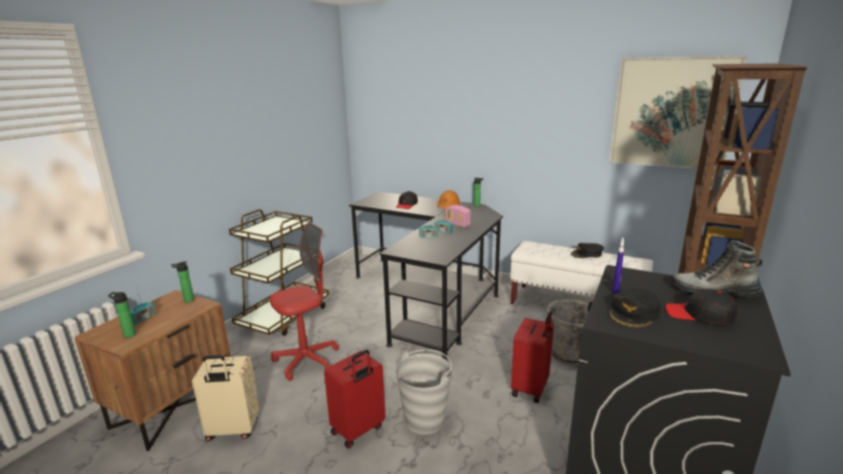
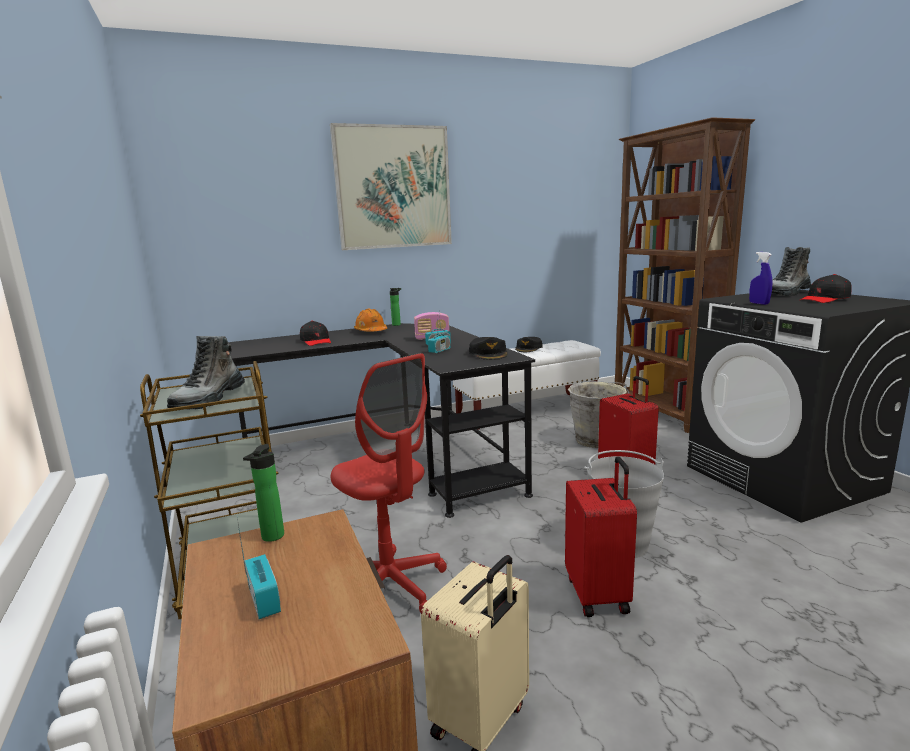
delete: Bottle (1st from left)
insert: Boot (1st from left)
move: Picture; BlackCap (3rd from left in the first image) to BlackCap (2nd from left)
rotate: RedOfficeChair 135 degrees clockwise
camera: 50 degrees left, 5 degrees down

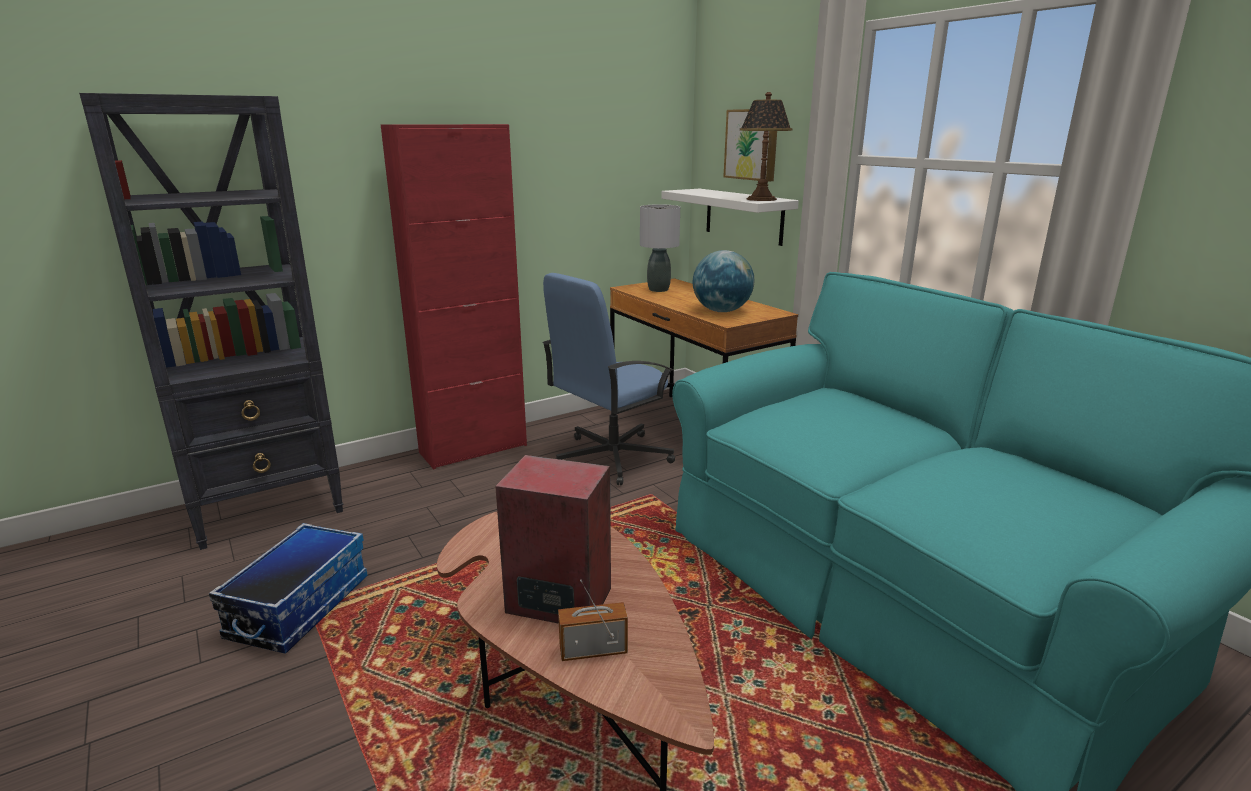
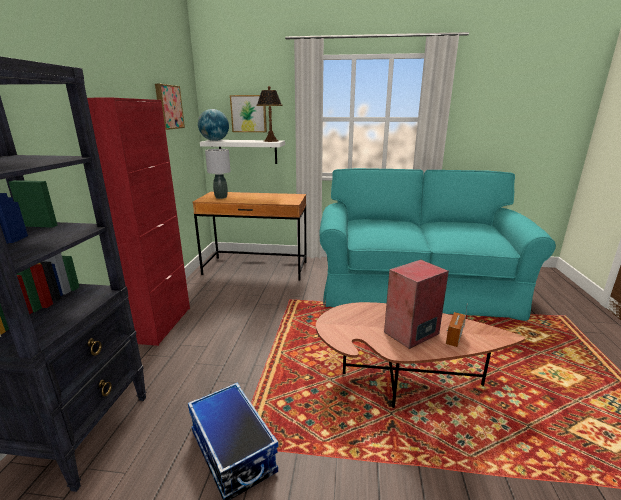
delete: BlueOfficeChair
insert: Picture (1st from left)
move: Globe
camera: 50 degrees left, 0 degrees up

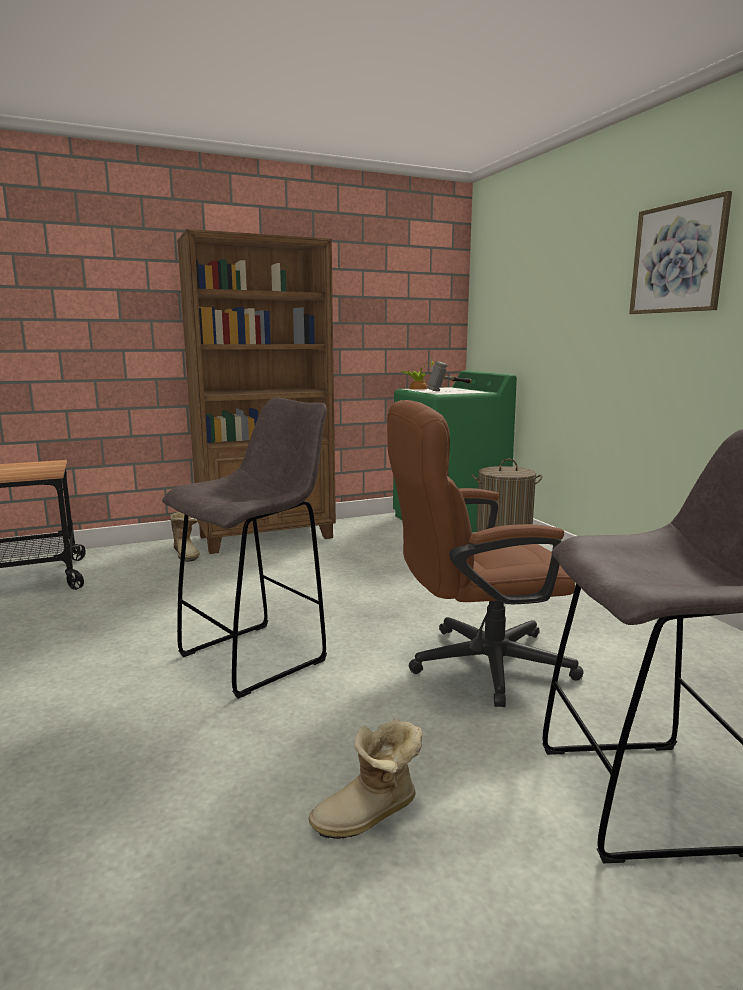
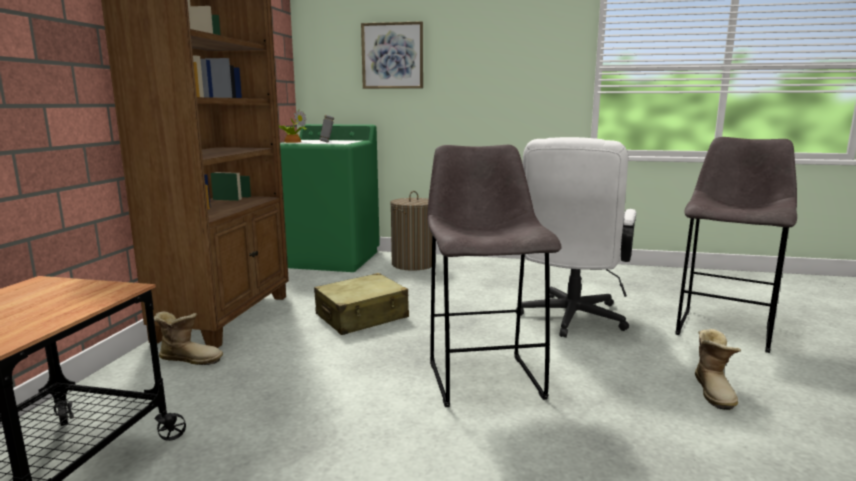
insert: BeigeSuitcase
move: Picture
recolor: BrownOfficeChair to WhiteOfficeChair
camera: 55 degrees left, 0 degrees up

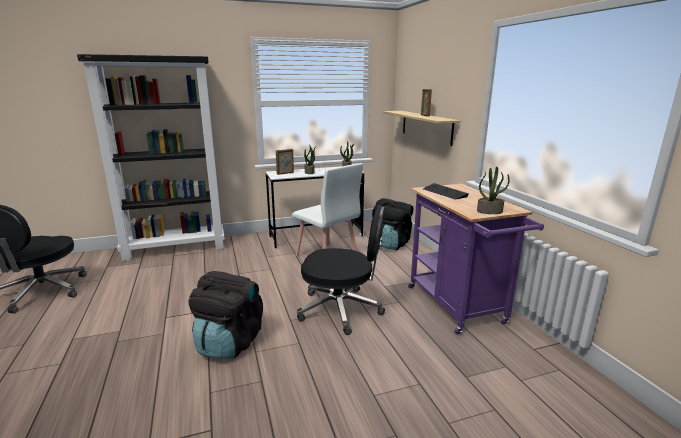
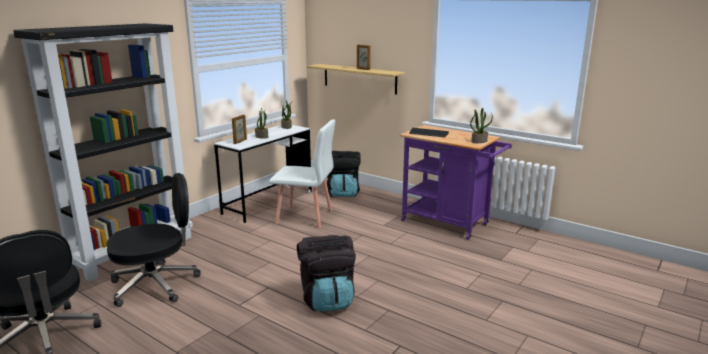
move: BlackOfficeChair (2nd from left)
camera: 35 degrees left, 0 degrees up

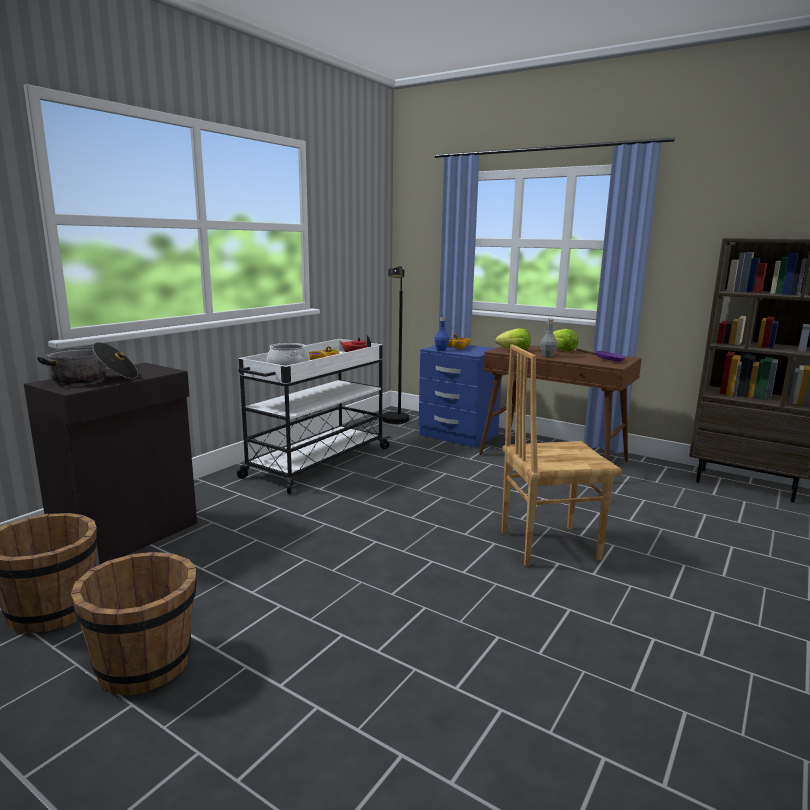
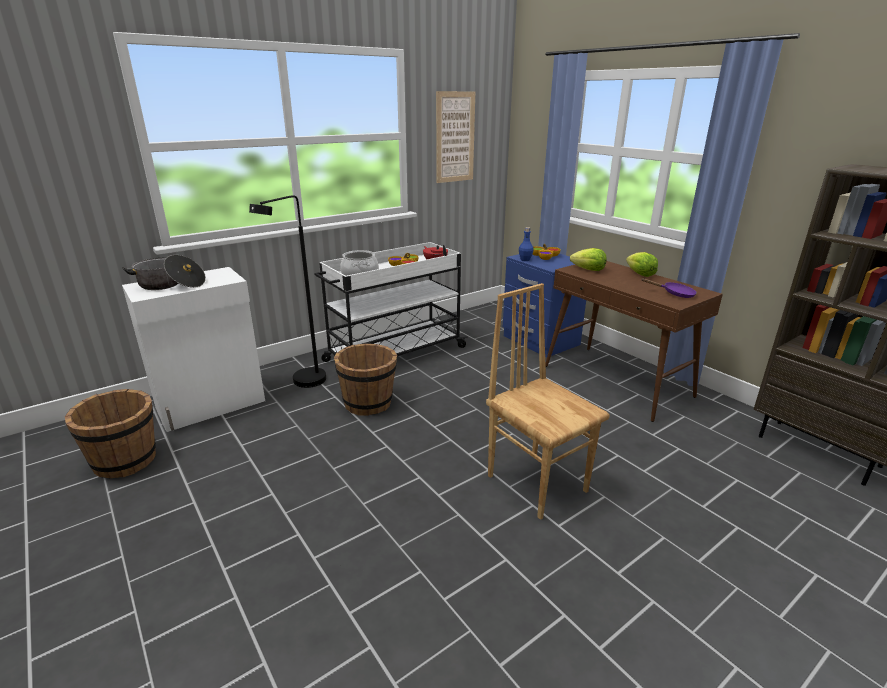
delete: GreyBottle
insert: Picture
move: BlackFloorLamp; BrownBucket (2nd from left)
recolor: BlackCabinet to WhiteCabinet
rotate: BrownChair 45 degrees clockwise
camera: 20 degrees right, 10 degrees up

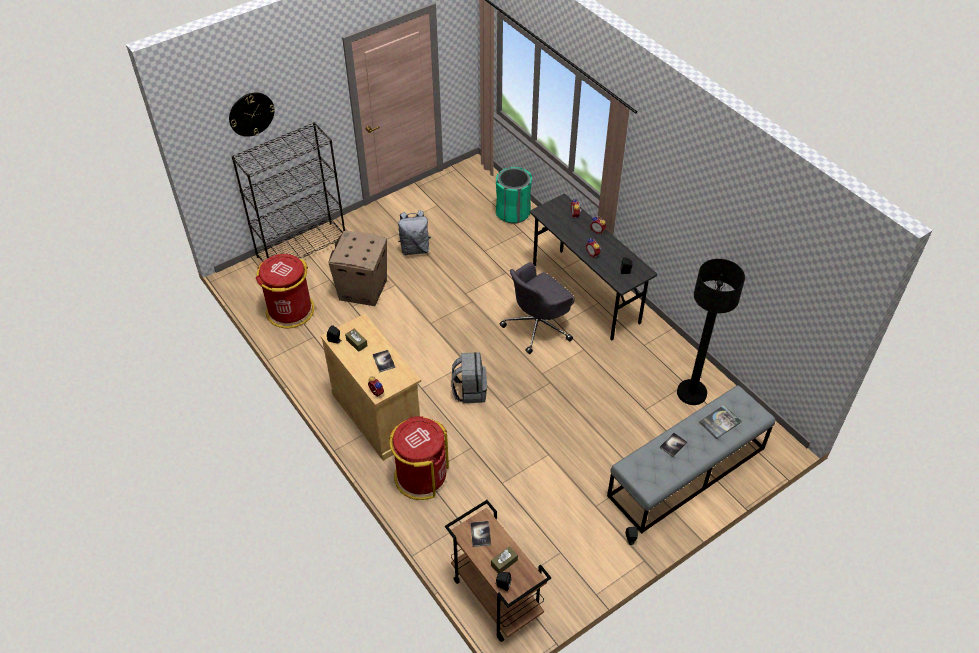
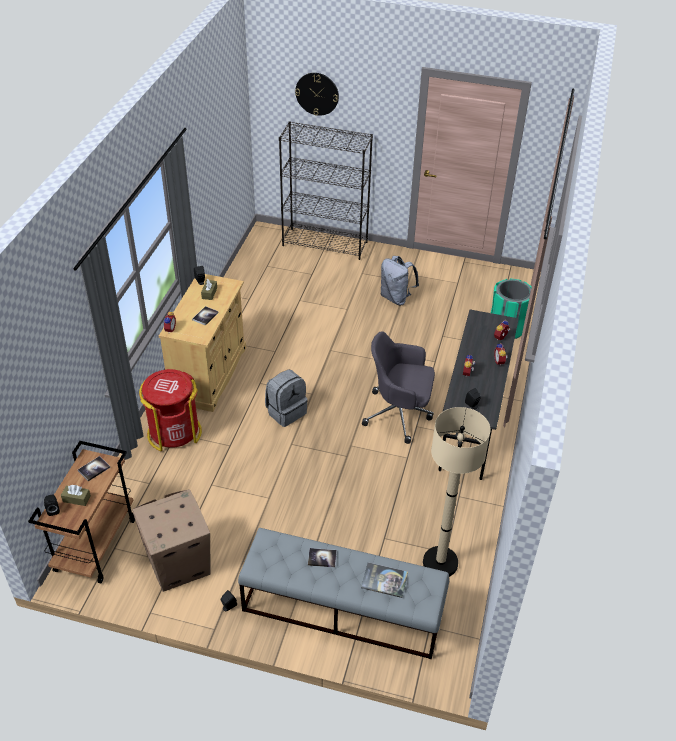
delete: RedTrashCan (1st from left)
move: CardboardBox
recolor: BlackFloorLamp to BeigeFloorLamp
camera: 50 degrees right, 5 degrees down

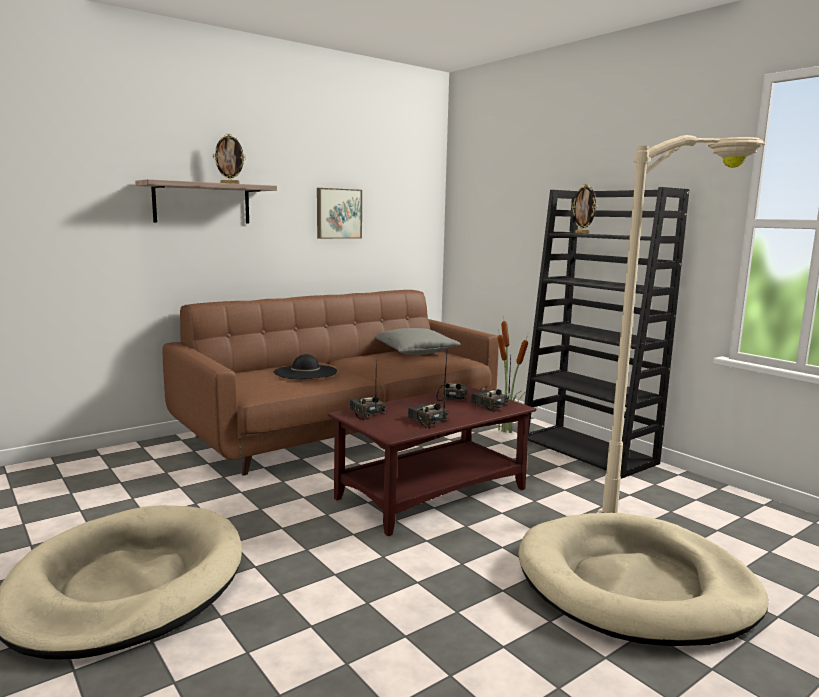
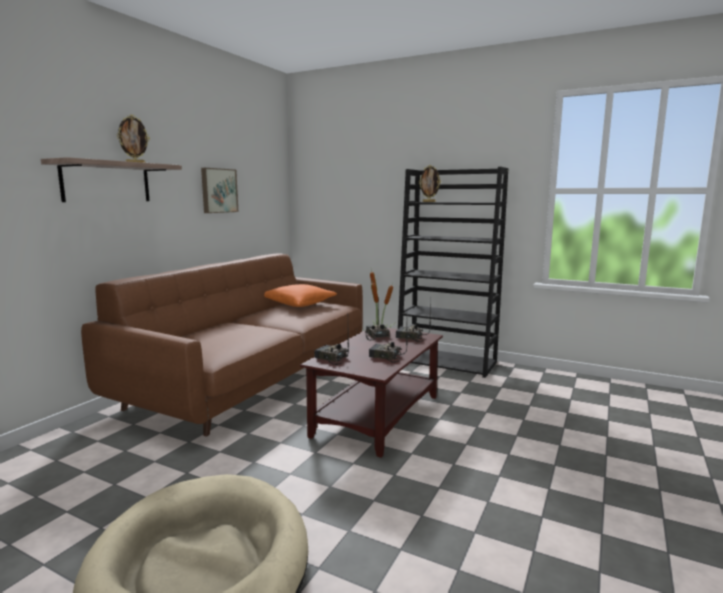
delete: BlackHat; BeigeDogBed (2nd from left); BeigeFloorLamp
recolor: GreyPillow to OrangePillow
camera: 25 degrees left, 0 degrees up

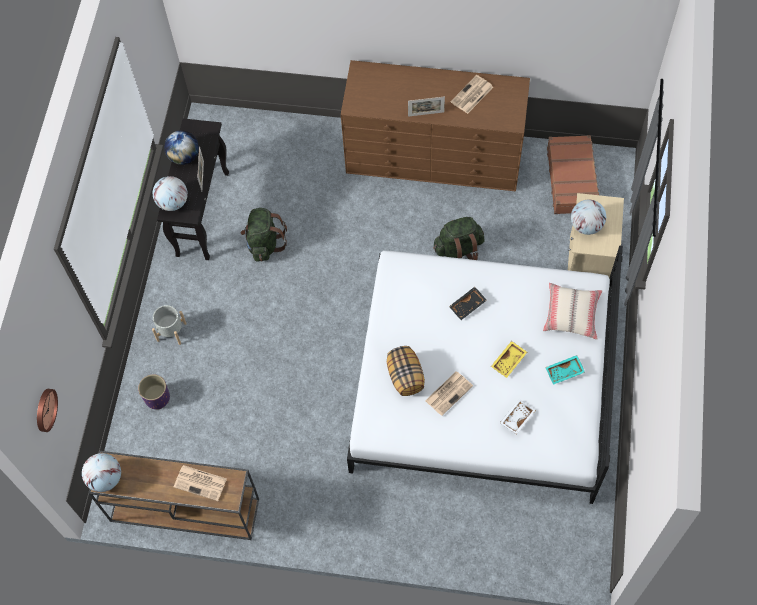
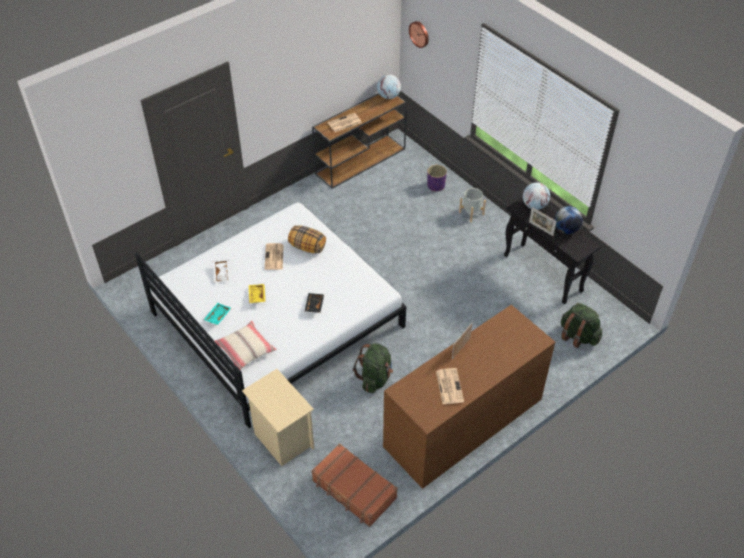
delete: Globe (4th from left)
move: GreenBackpack (1st from left in the first image) to GreenBackpack (2nd from left)
camera: 130 degrees right, 15 degrees down

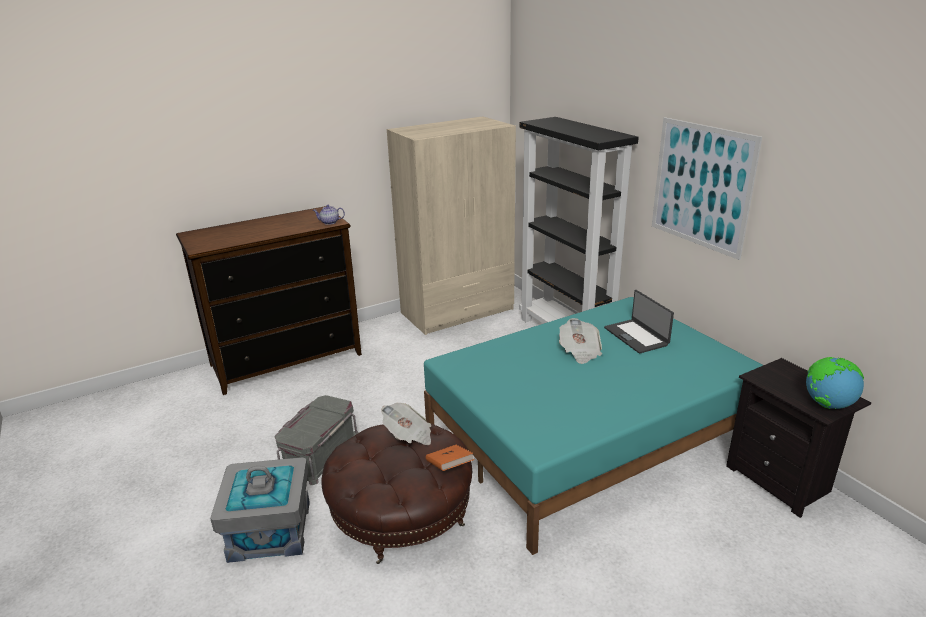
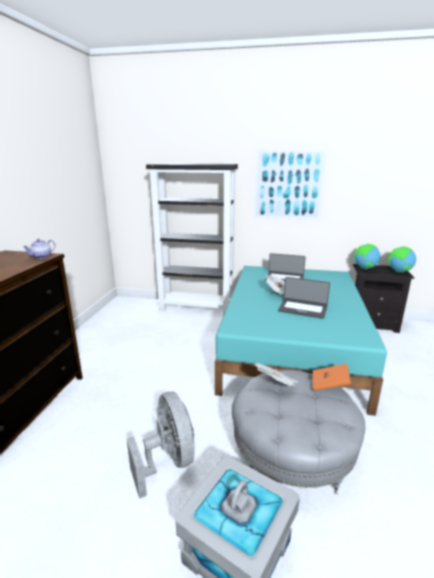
delete: BeigeWardrobe
insert: Laptop (2nd from left); Globe (1st from left)
replace: GreyStorageBox (2nd from left) to GreyFan
recolor: BrownOttoman to GreyOttoman
camera: 50 degrees left, 5 degrees down

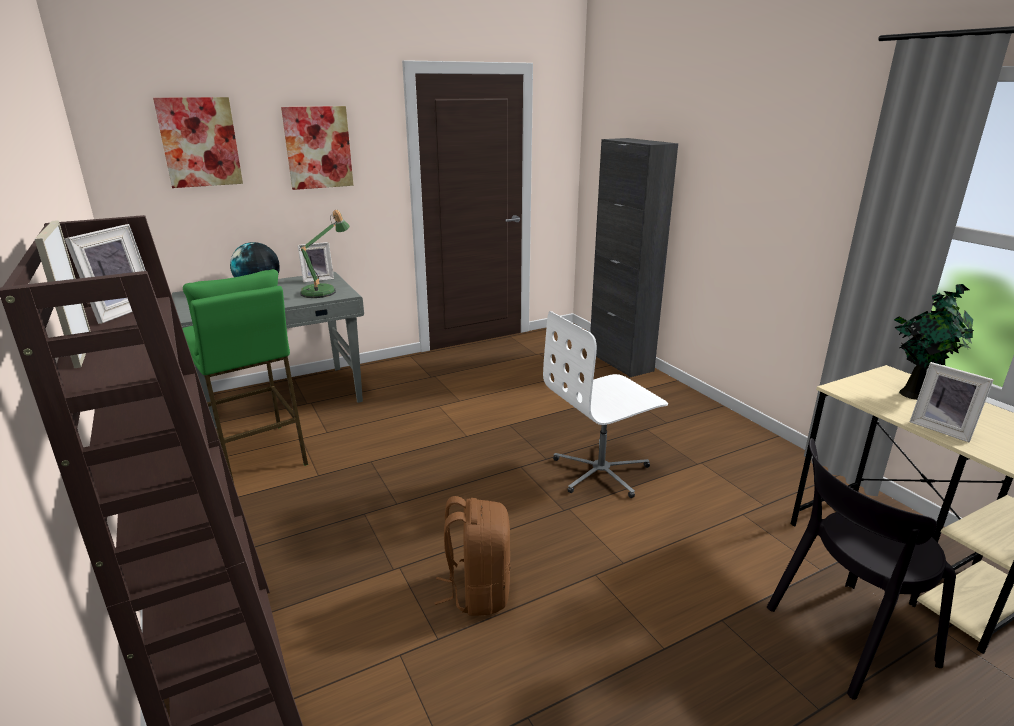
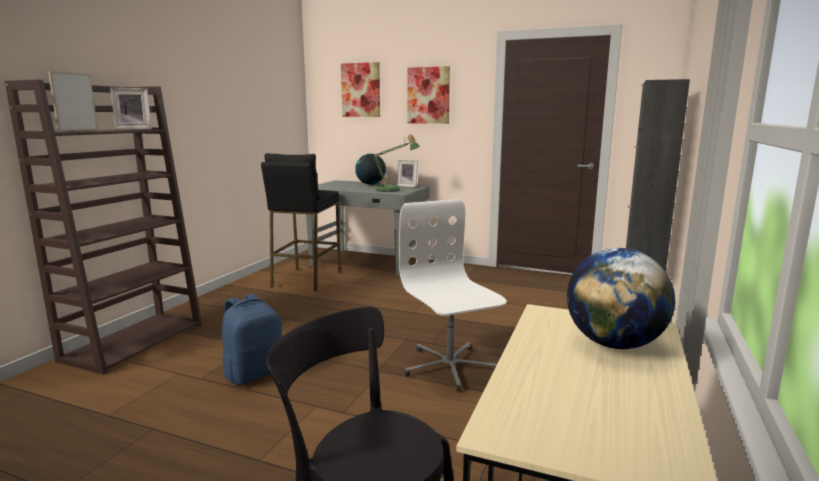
delete: PictureFrame (4th from left)
replace: PottedPlant to Globe (2nd from left)
recolor: BrownBackpack to BlueBackpack; GreenStool to BlackStool
rotate: WhiteOfficeChair 45 degrees clockwise
camera: 50 degrees right, 10 degrees down

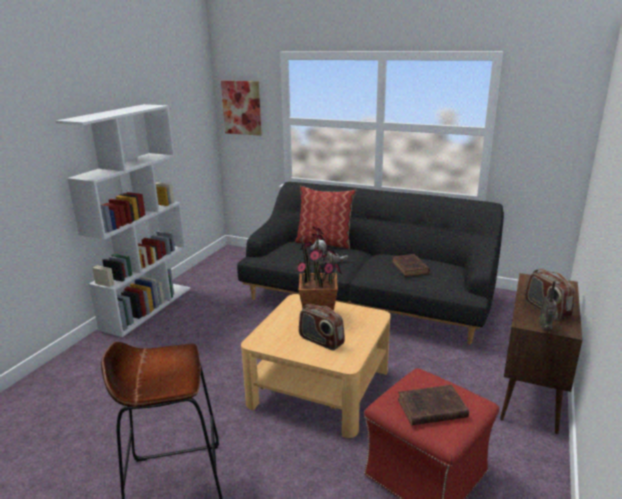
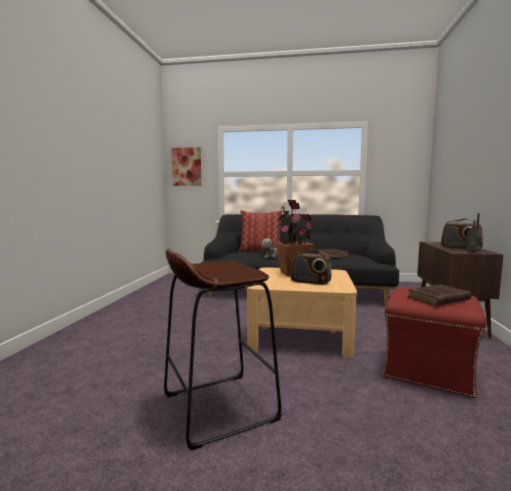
delete: WhiteBookcase
camera: 15 degrees left, 15 degrees down

